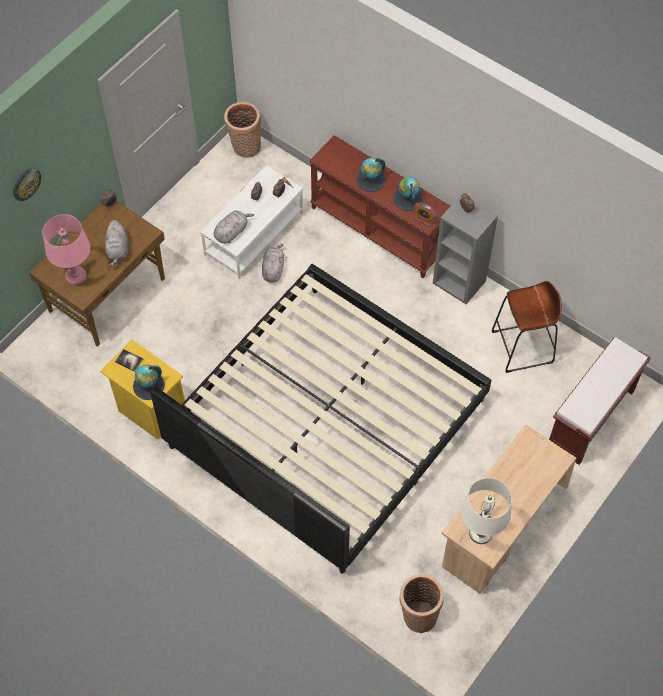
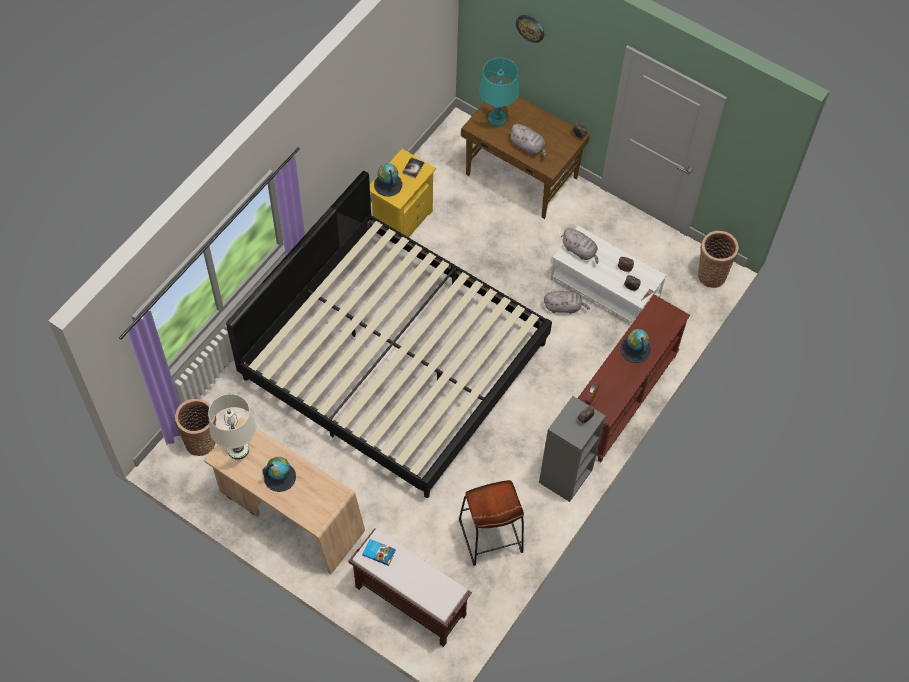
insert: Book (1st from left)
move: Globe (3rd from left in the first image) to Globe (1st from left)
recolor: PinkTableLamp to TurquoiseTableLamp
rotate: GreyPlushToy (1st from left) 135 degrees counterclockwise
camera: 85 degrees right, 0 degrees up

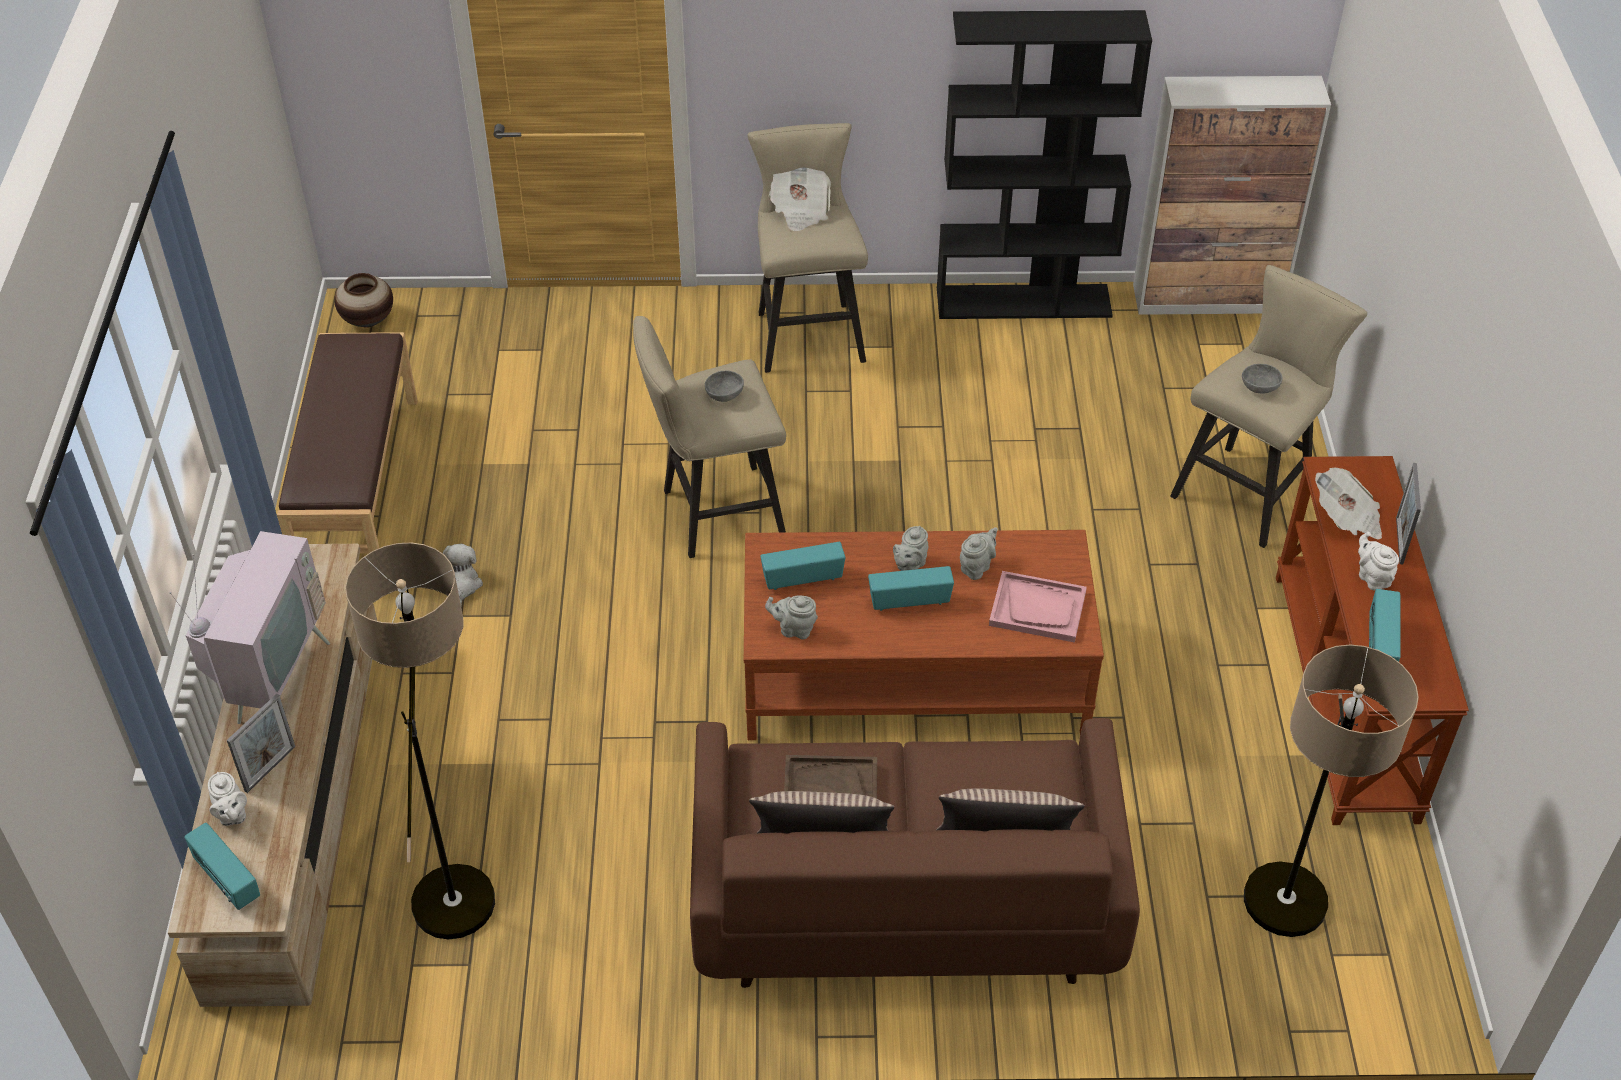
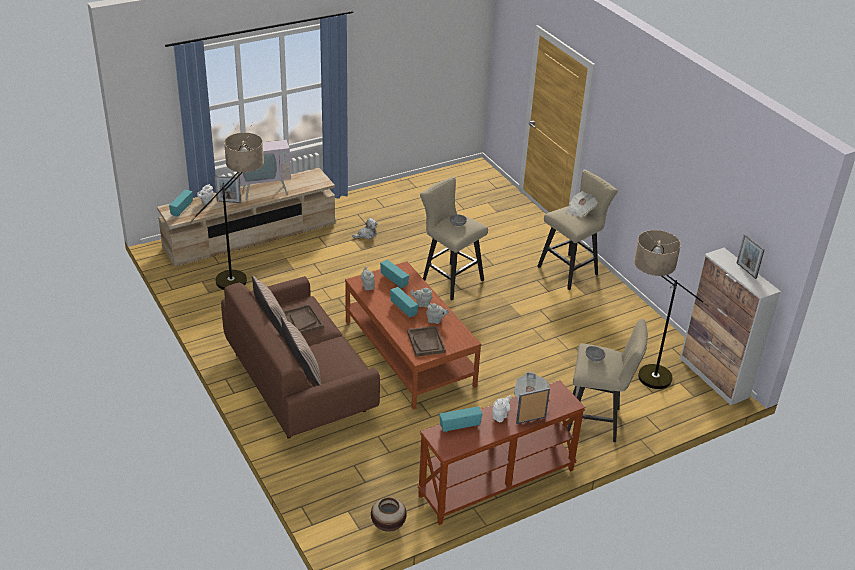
delete: BrownBench; BlackBookcase
insert: PictureFrame (3rd from left)
move: Vase; FloorLamp (2nd from left)
recolor: PinkTray to BrownTray (2nd from left)
camera: 60 degrees right, 10 degrees down

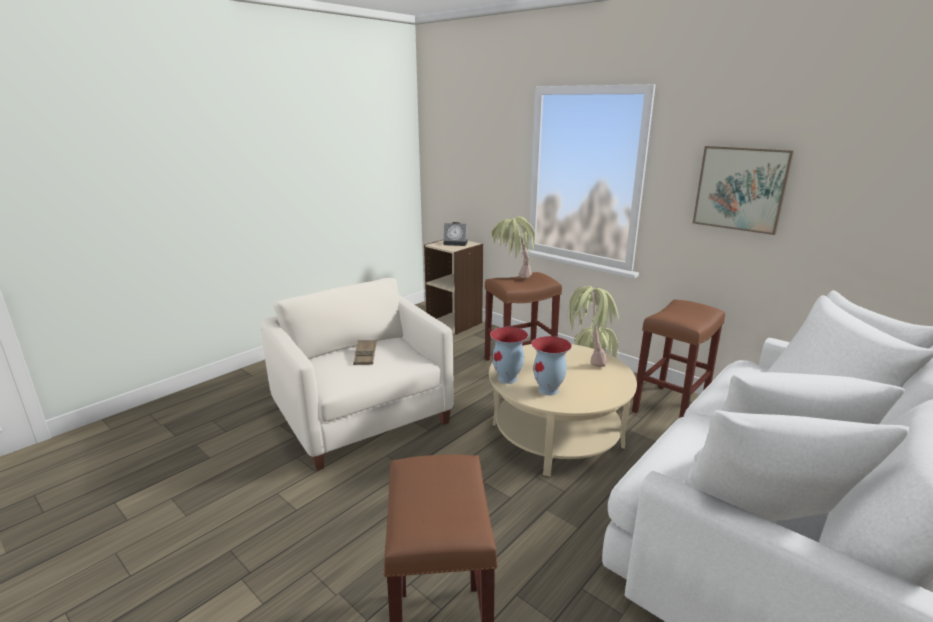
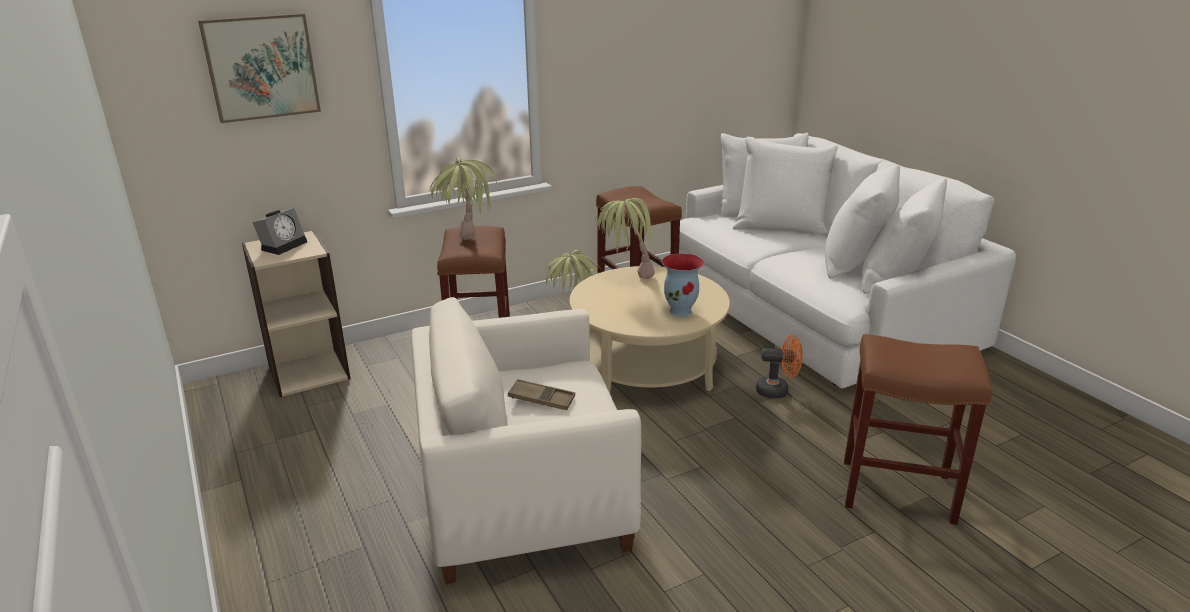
delete: Vase (1st from left)
insert: OrangeFan
move: Picture
camera: 70 degrees left, 5 degrees up

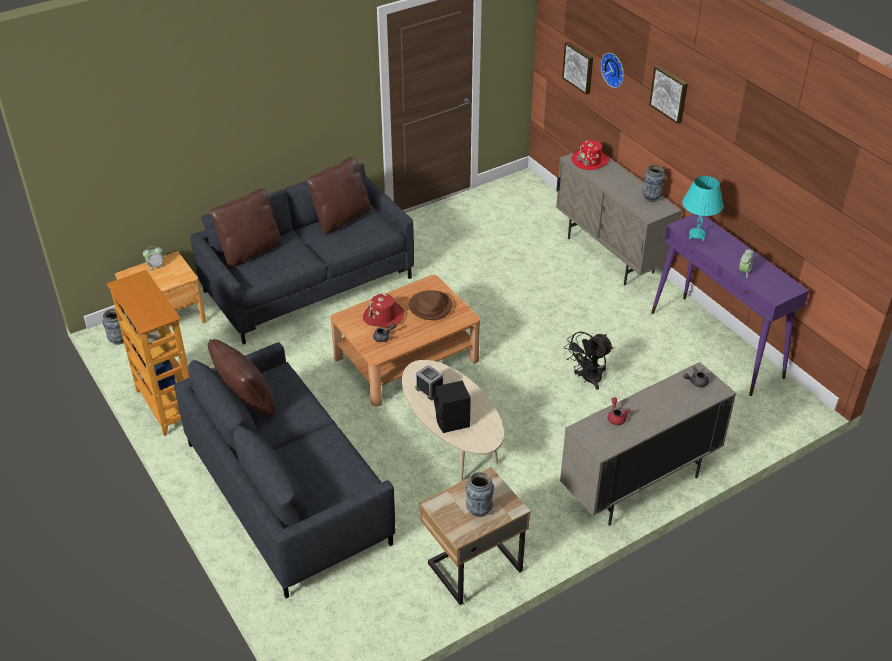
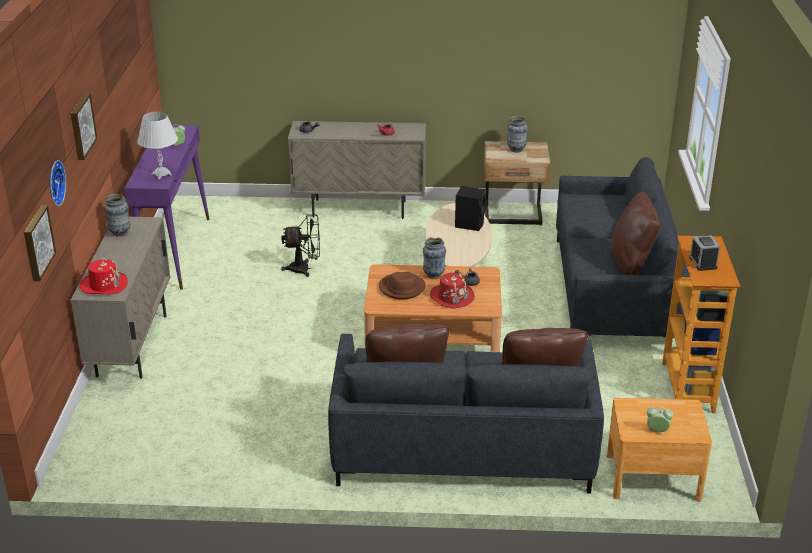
move: Vase (1st from left in the first image) to Vase (2nd from left); AlarmClock (2nd from left in the first image) to AlarmClock (3rd from left)
recolor: TurquoiseTableLamp to WhiteTableLamp
camera: 145 degrees left, 10 degrees down

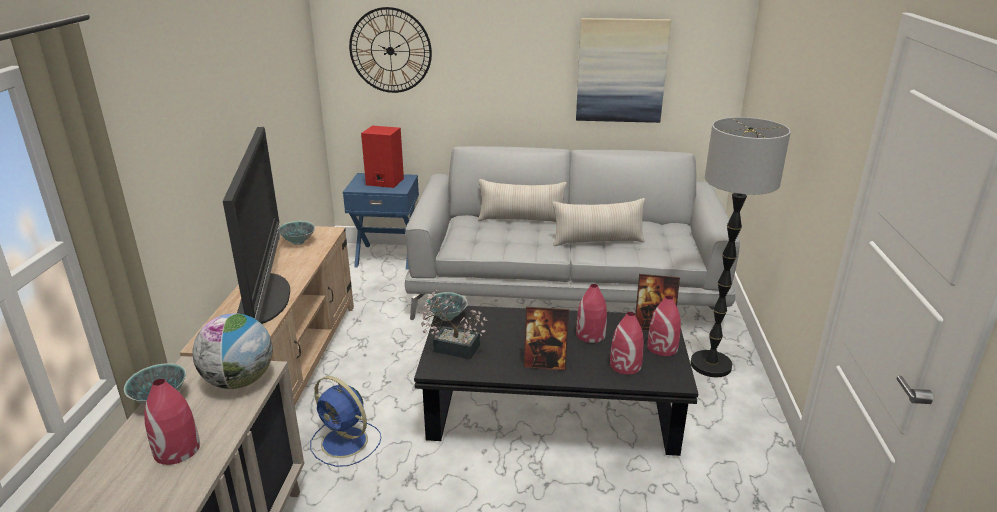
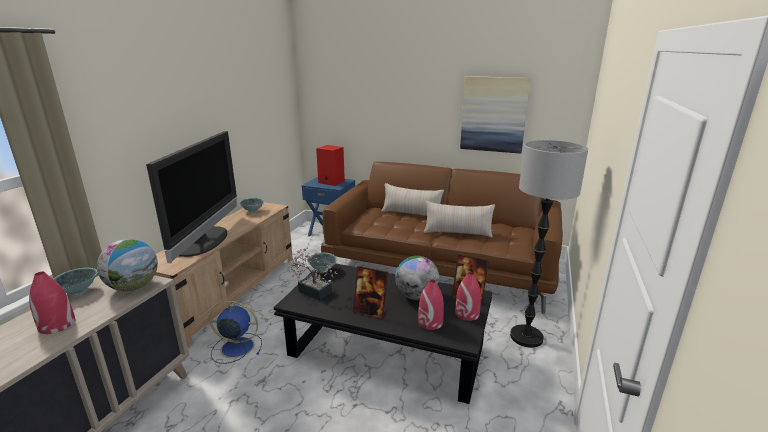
delete: WallClock
replace: RedVase (2nd from left) to Globe (2nd from left)
recolor: GreySofa to BrownSofa
rotate: BlueFan 135 degrees clockwise
camera: 15 degrees right, 5 degrees down

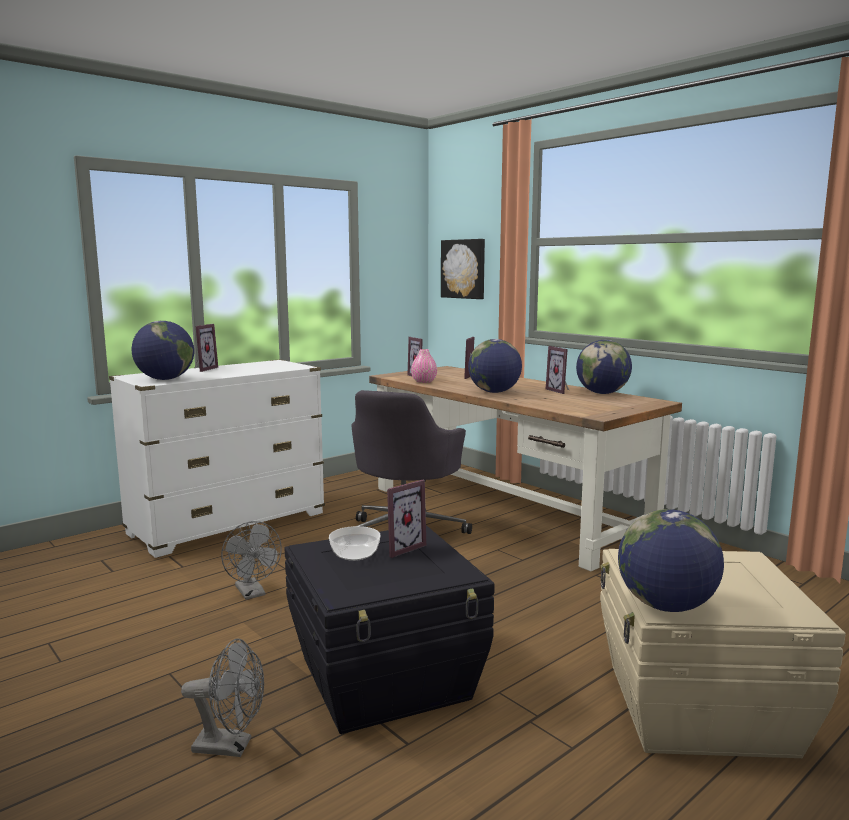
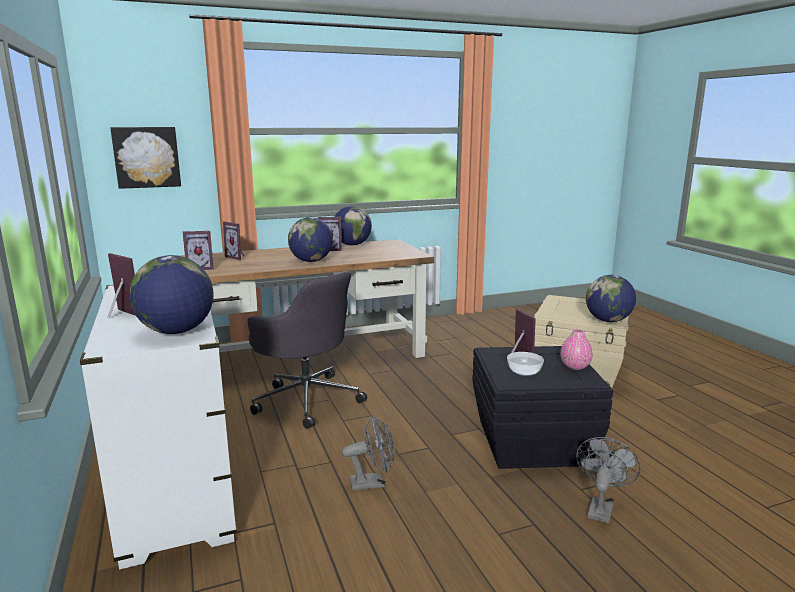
move: PinkVase
camera: 70 degrees left, 5 degrees up

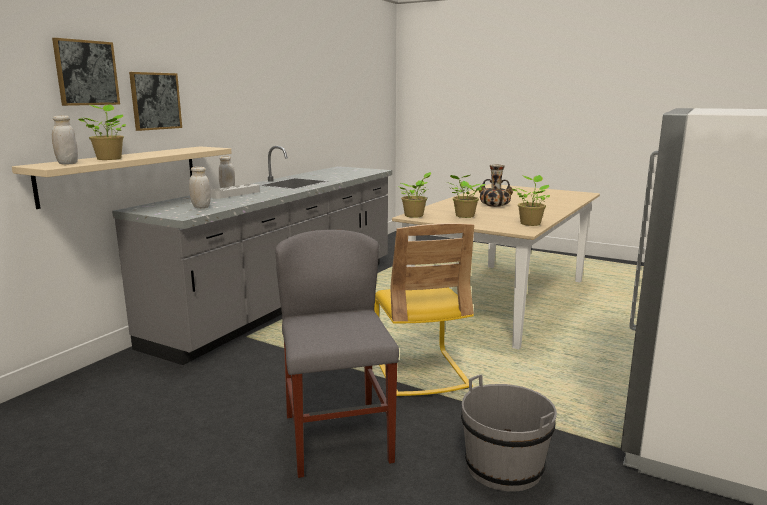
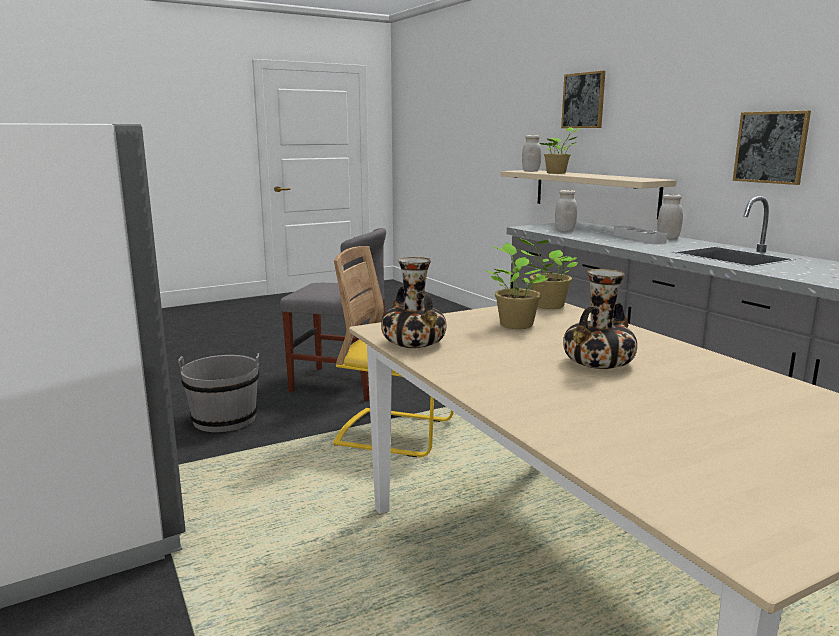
move: Picture (2nd from left)
replace: PottedPlant (4th from left) to Vase (1st from left)
camera: 120 degrees right, 0 degrees up

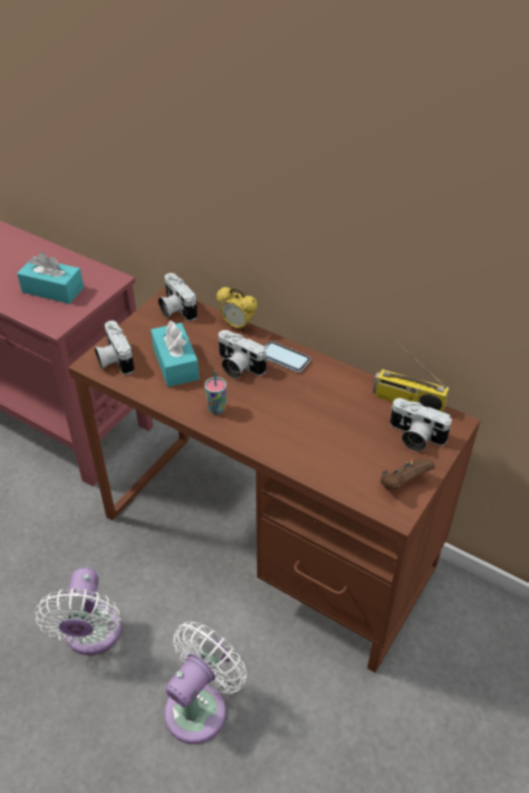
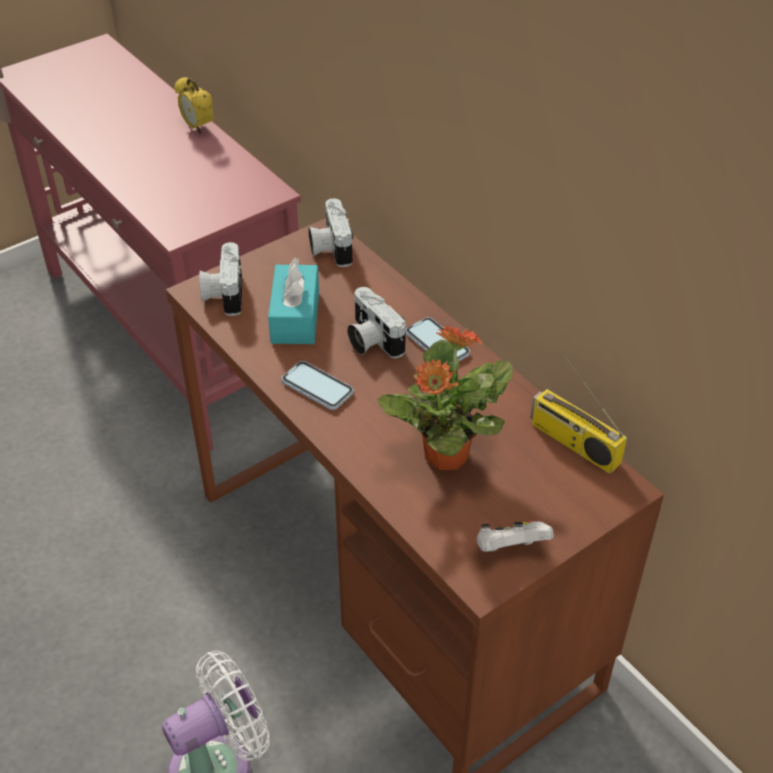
delete: TurquoiseTissueBox (1st from left); WhiteFan (1st from left); PhotoCamera (4th from left)
insert: PottedPlant
move: AlarmClock
replace: Cup to Phone (1st from left)
recolor: BrownGameController to WhiteGameController
camera: 20 degrees right, 0 degrees up

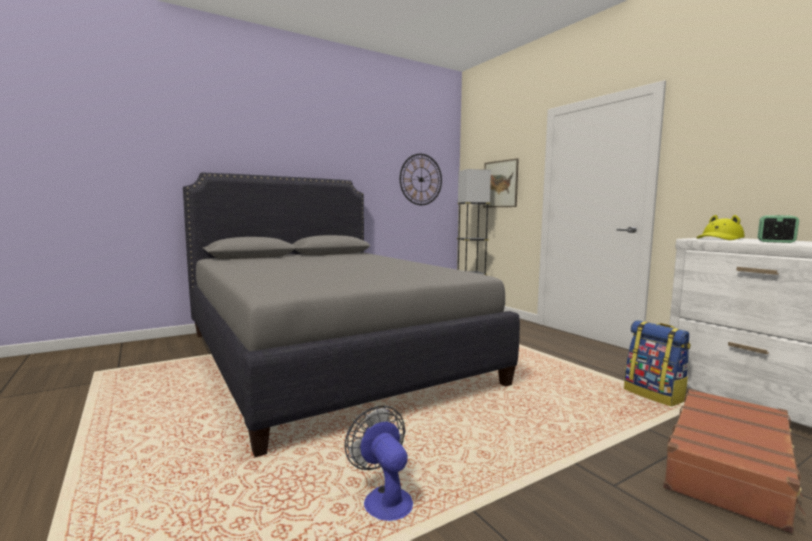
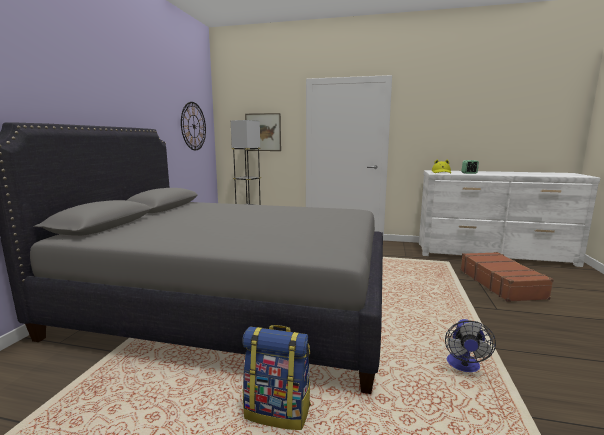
move: Backpack
rotate: Fan 90 degrees counterclockwise
camera: 45 degrees left, 5 degrees up

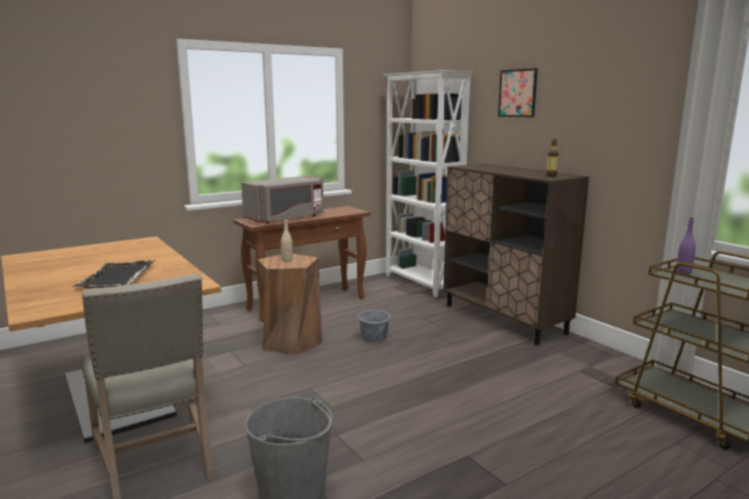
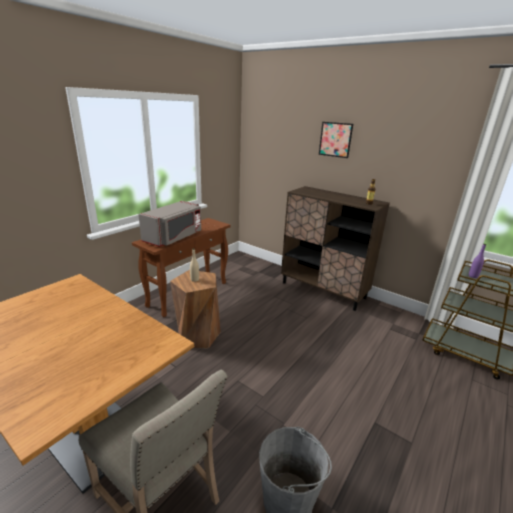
delete: BlackTray; GreyBucket (2nd from left); WhiteBookcase
camera: 20 degrees left, 10 degrees up

